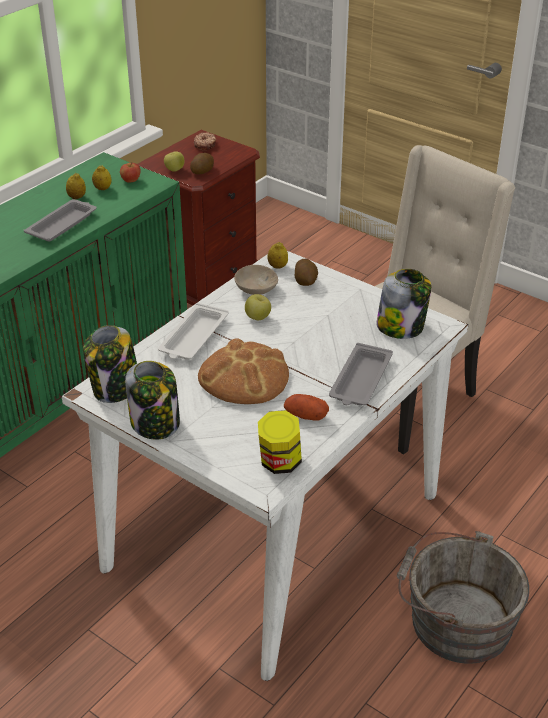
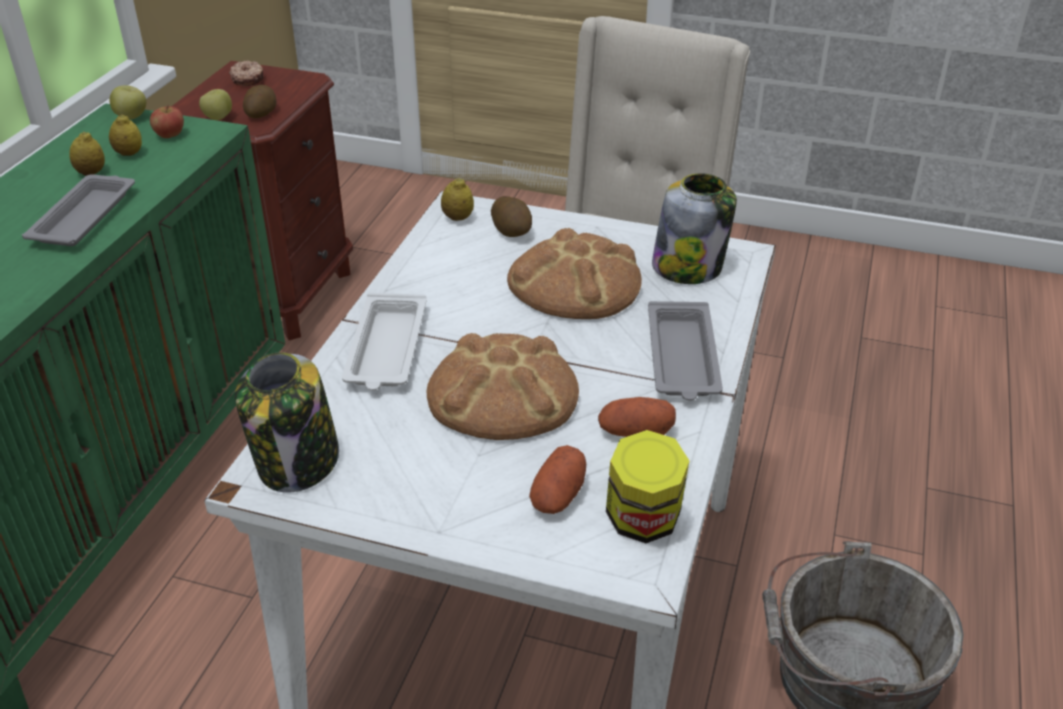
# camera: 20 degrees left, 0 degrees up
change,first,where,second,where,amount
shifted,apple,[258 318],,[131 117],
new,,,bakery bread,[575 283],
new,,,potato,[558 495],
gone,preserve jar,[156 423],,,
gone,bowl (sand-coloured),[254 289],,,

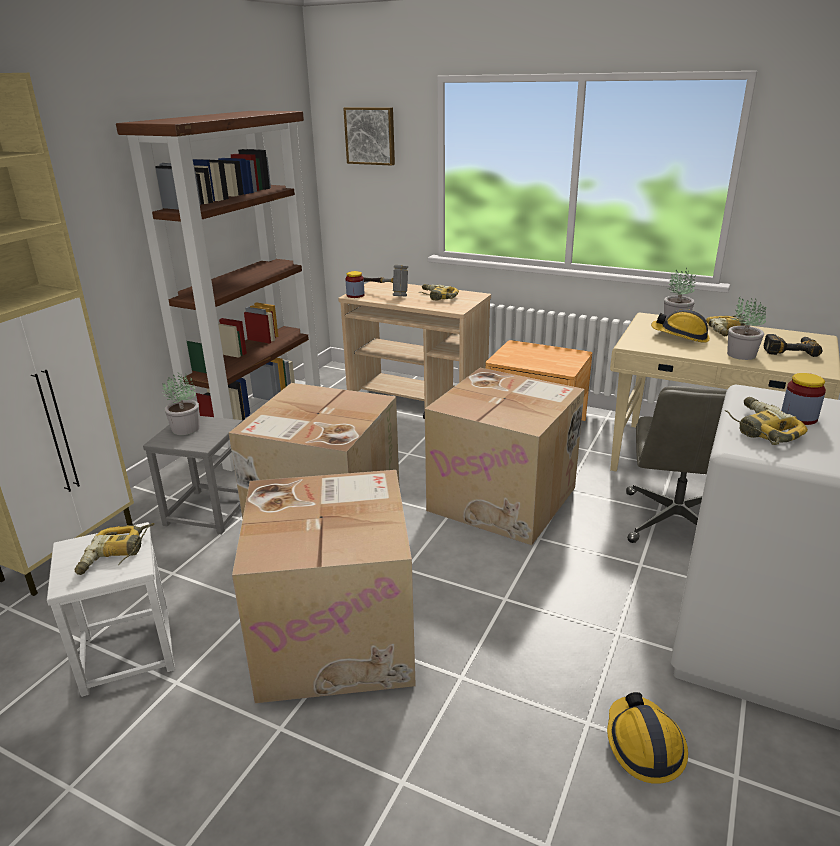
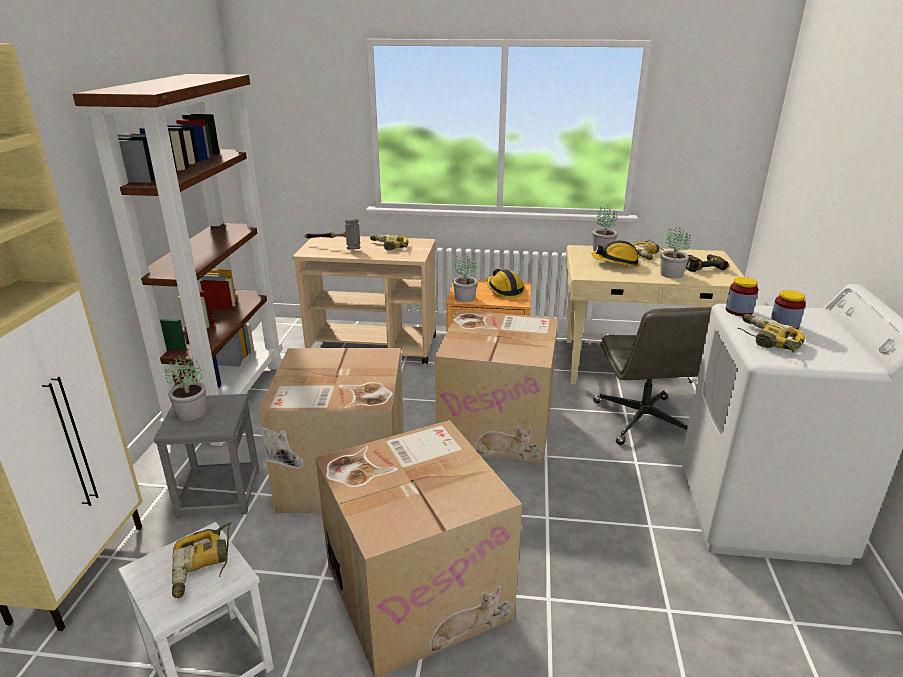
# camera: 20 degrees left, 0 degrees up
change,first,where,second,where,amount
new,,,houseplant,[464 298],
shifted,work helmet,[643 744],,[504 290],
shifted,preserve jar,[355 295],,[739 311],
gone,wall art,[370 136],,,

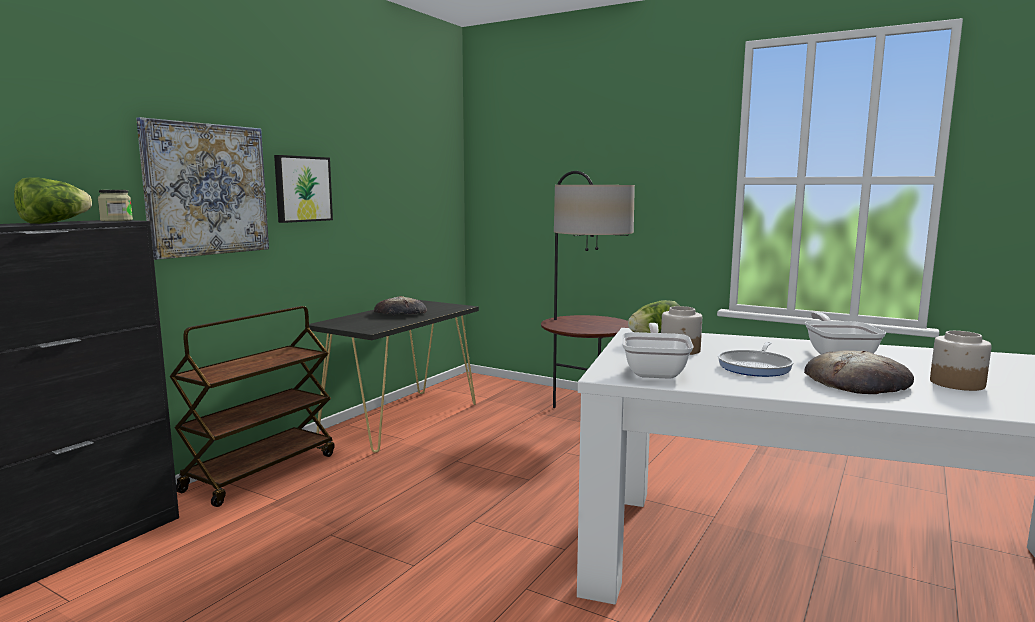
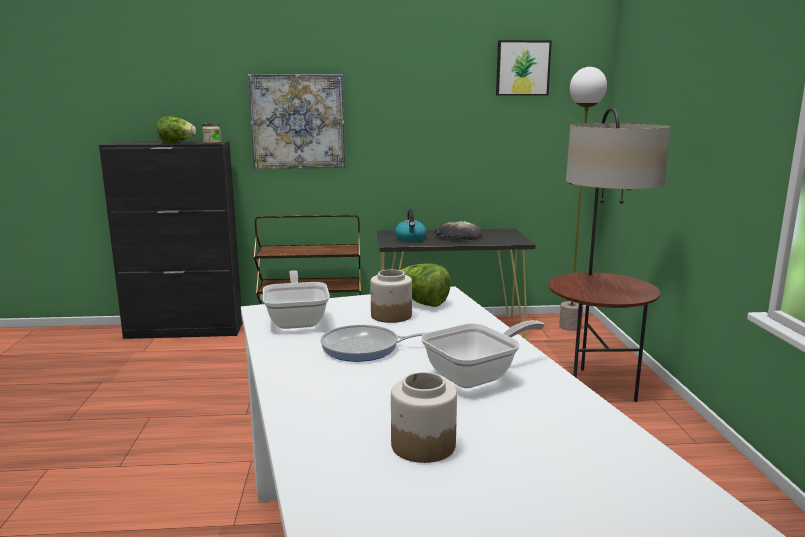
# camera: 55 degrees right, 5 degrees up
change,first,where,second,where,amount
rotated,skillet,[655 371],,[297 320],75 degrees counterclockwise
new,,,kettle,[410 239],
shifted,wall art,[302 189],,[522 68],
new,,,standard lamp,[570 326],
gone,bakery bread,[857 381],,,

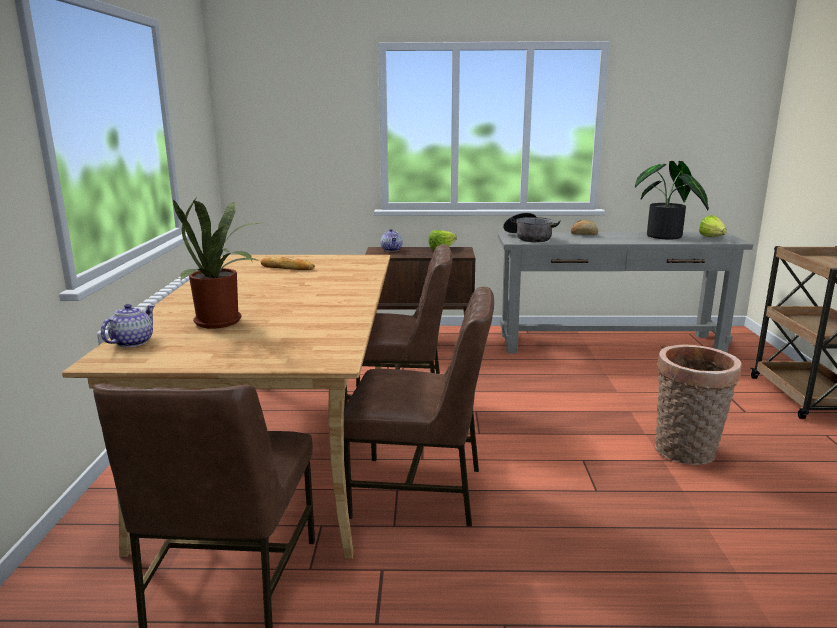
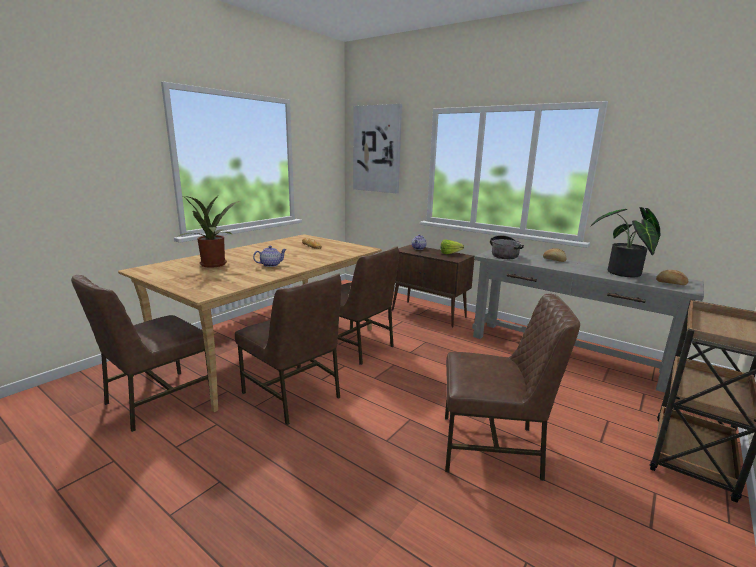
# camera: 35 degrees right, 0 degrees up
change,first,where,second,where,amount
shifted,teapot,[132 342],,[271 265],
new,,,wall art,[377 149],
swapped,basket,[686 453],upright chair (brownish),[492 447],
swapped,head of lettuce,[713 238],bakery bread,[671 283],

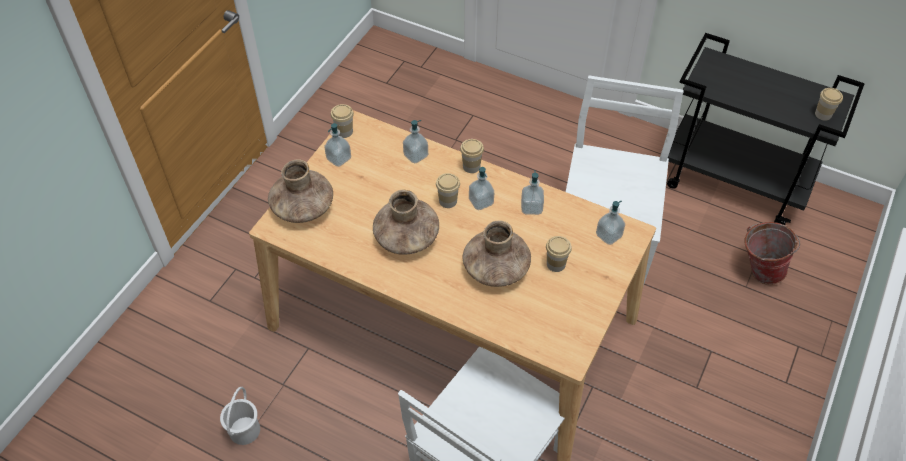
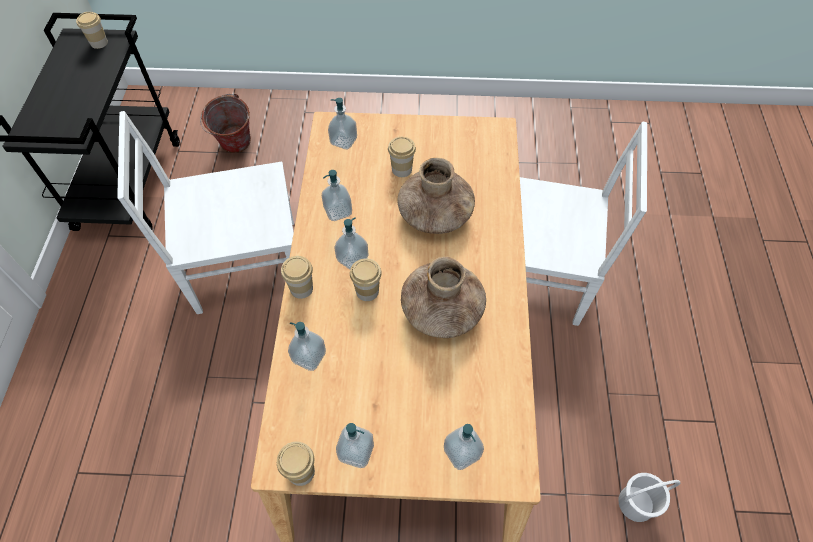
# camera: 115 degrees left, 5 degrees up
change,first,where,second,where,amount
swapped,decorative vase (brownish),[303 207],soap bottle,[462 452],

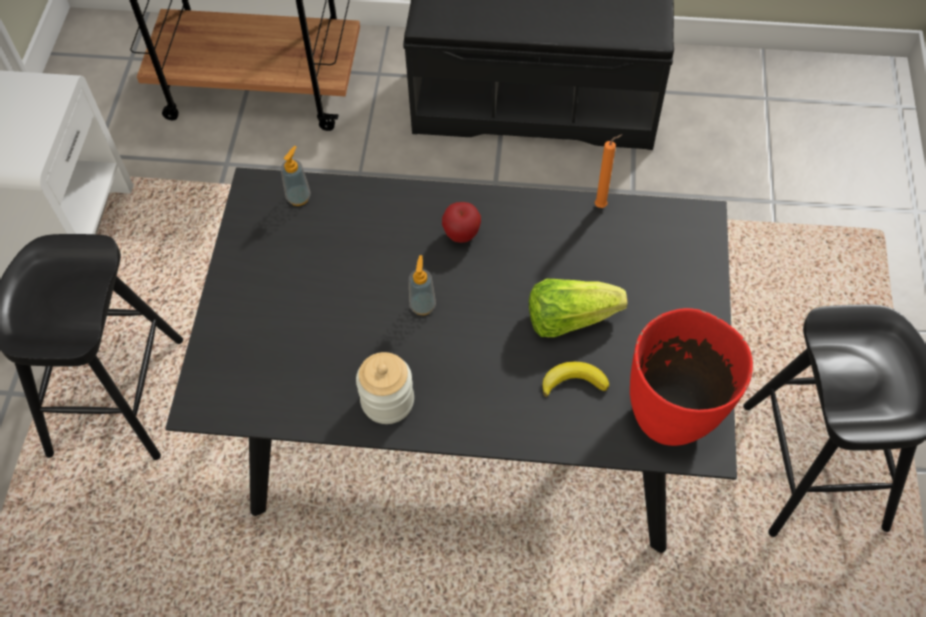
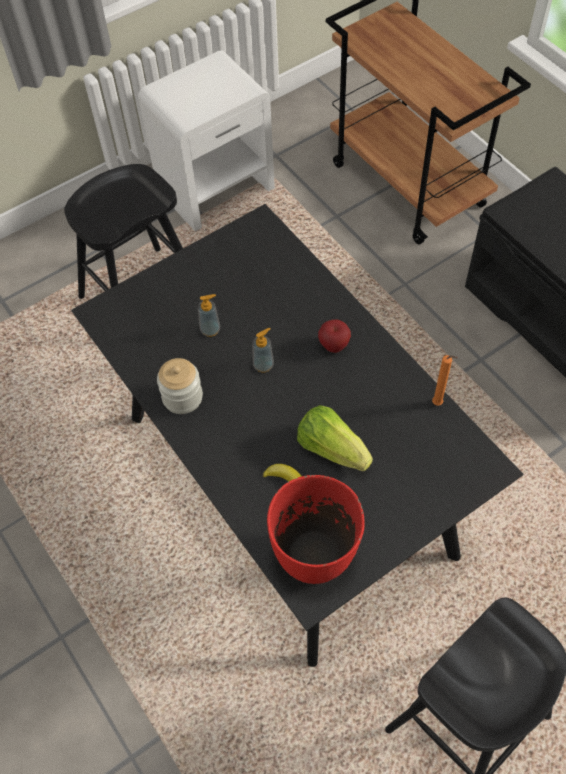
# camera: 50 degrees right, 0 degrees up
change,first,where,second,where,amount
shifted,soap bottle,[298 197],,[210 329],

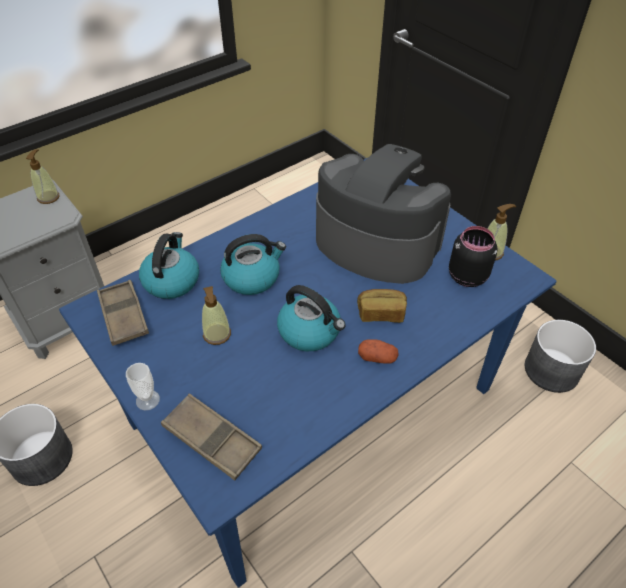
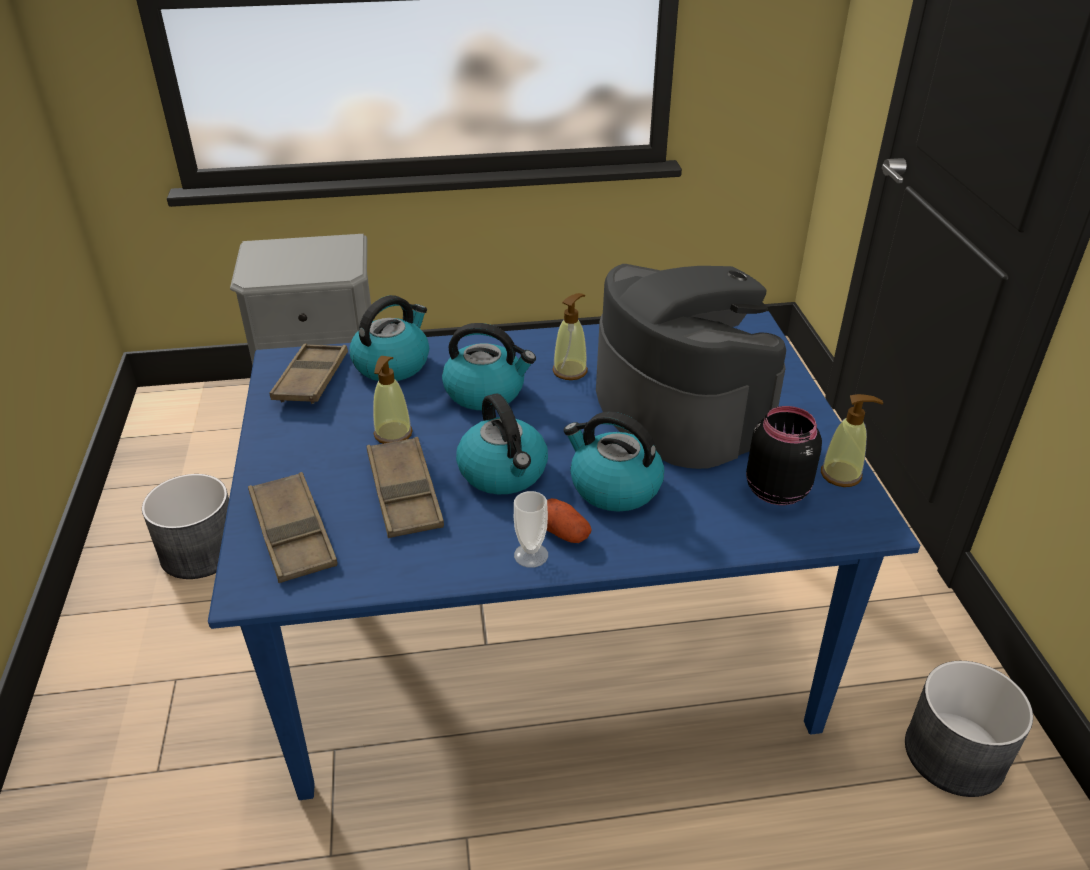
# camera: 30 degrees right, 10 degrees down
change,first,where,second,where,amount
new,,,carrying tray (brownish),[405 493],
shifted,drinking cup,[147 400],,[531 555],
shifted,soap bottle,[48 197],,[570 371],
swapped,bakery bread,[381 313],kettle,[613 487],

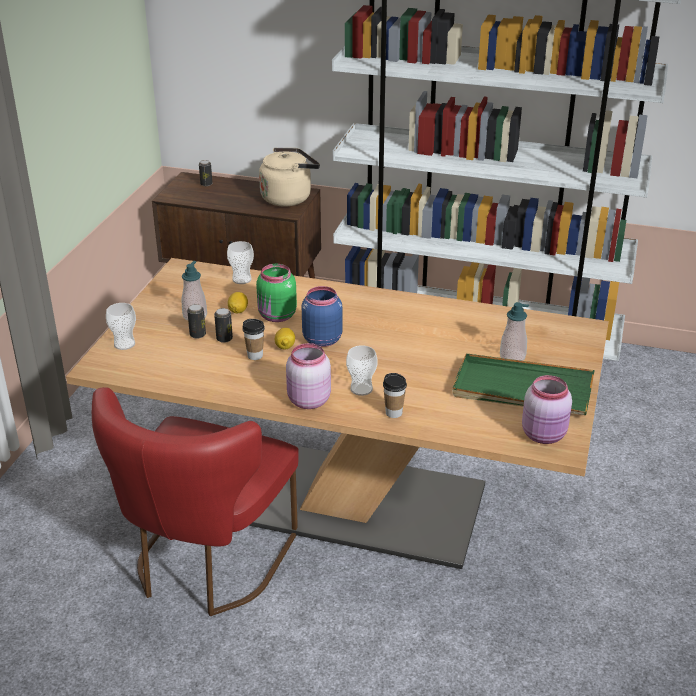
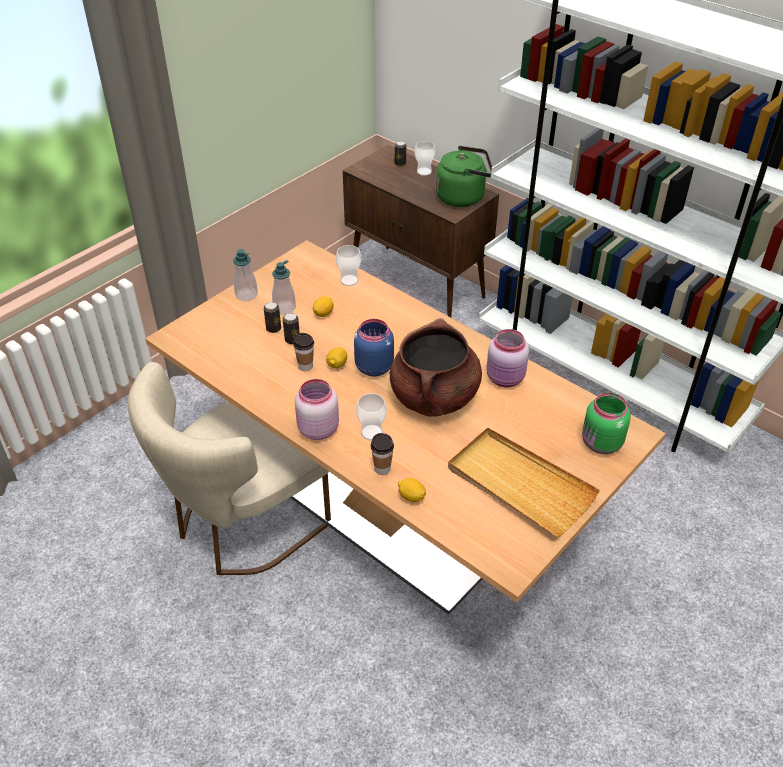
# camera: 25 degrees right, 10 degrees up
change,first,where,second,where,amount
repainted,upright chair (reddish),[206 565],upright chair (sand-coloured),[241 526],
shifted,soap bottle,[512 356],,[246 294],
new,,,stockpot (brownish),[434 397],
new,,,lemon,[411 497],
shifted,drinking cup,[124 344],,[424 171],
repainted,kettle (sand-coloured),[288 197],kettle (green),[463 197],
repainted,carrying tray (green),[522 389],carrying tray (sand-coloured),[519 484],
shifted,preserve jar (pink),[545 435],,[506 379],
shifted,preserve jar (green),[277 316],,[600 444],

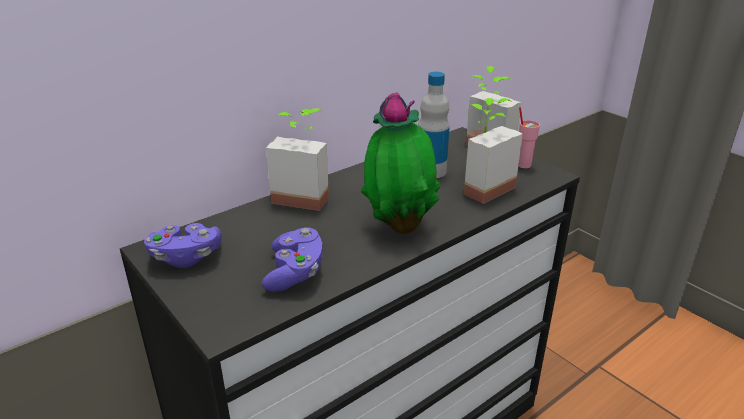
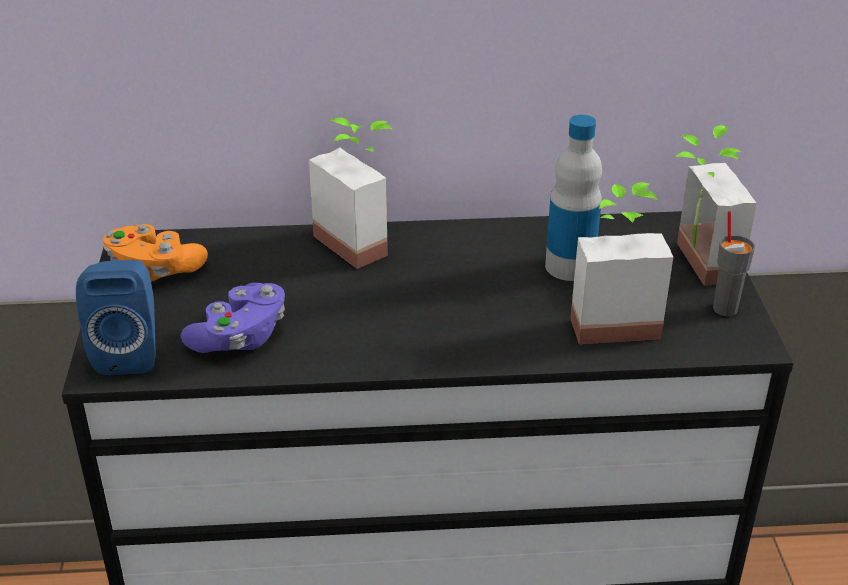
# camera: 35 degrees right, 5 degrees up
change,first,where,second,where,amount
new,,,loudspeaker (blue),[130 352],
repainted,joypad (purple-coloured),[186 257],joypad (orange),[155 270],
repainted,drinking cup (pink),[523 165],drinking cup (greyish),[725 308],
gone,houseplant,[400 227],,,

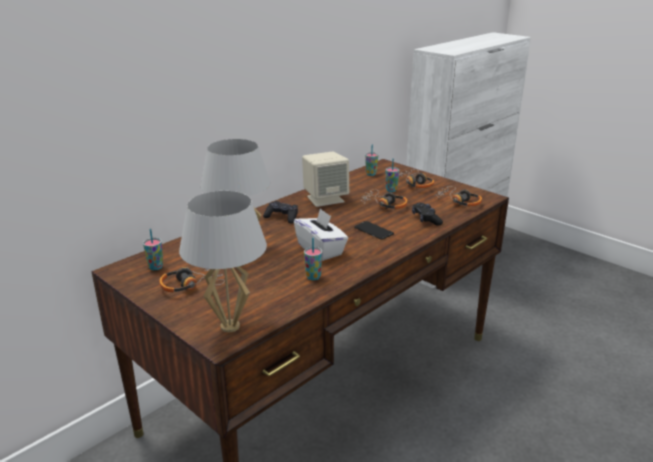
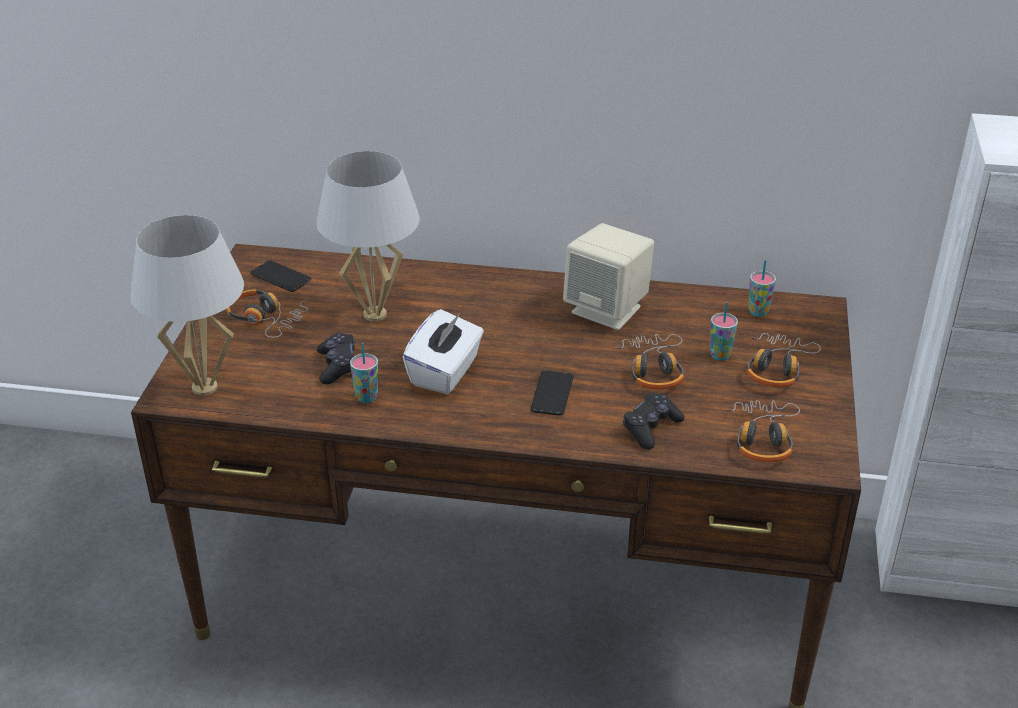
# camera: 55 degrees right, 10 degrees up
change,first,where,second,where,amount
swapped,drinking cup,[155 267],telephone,[280 277],
shifted,joypad (black),[282 217],,[338 366],

